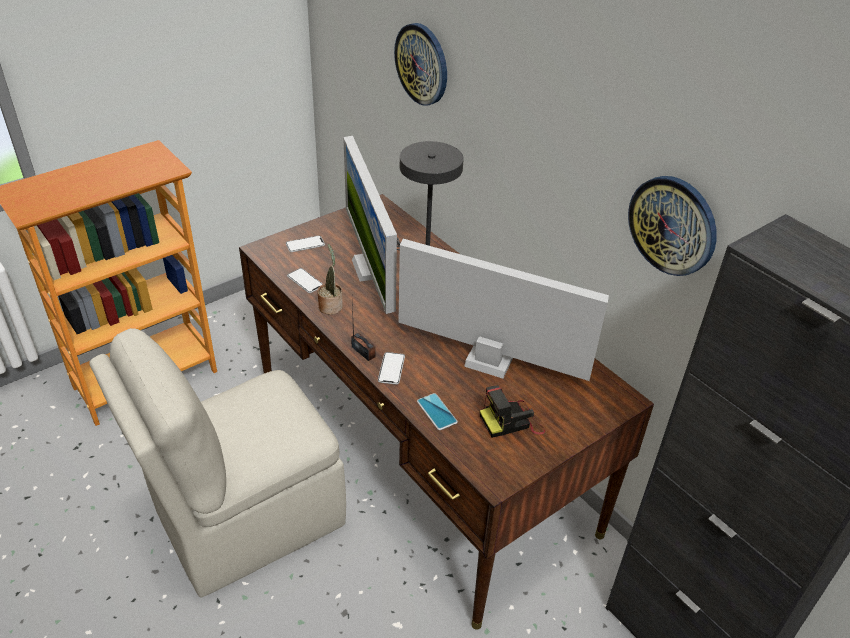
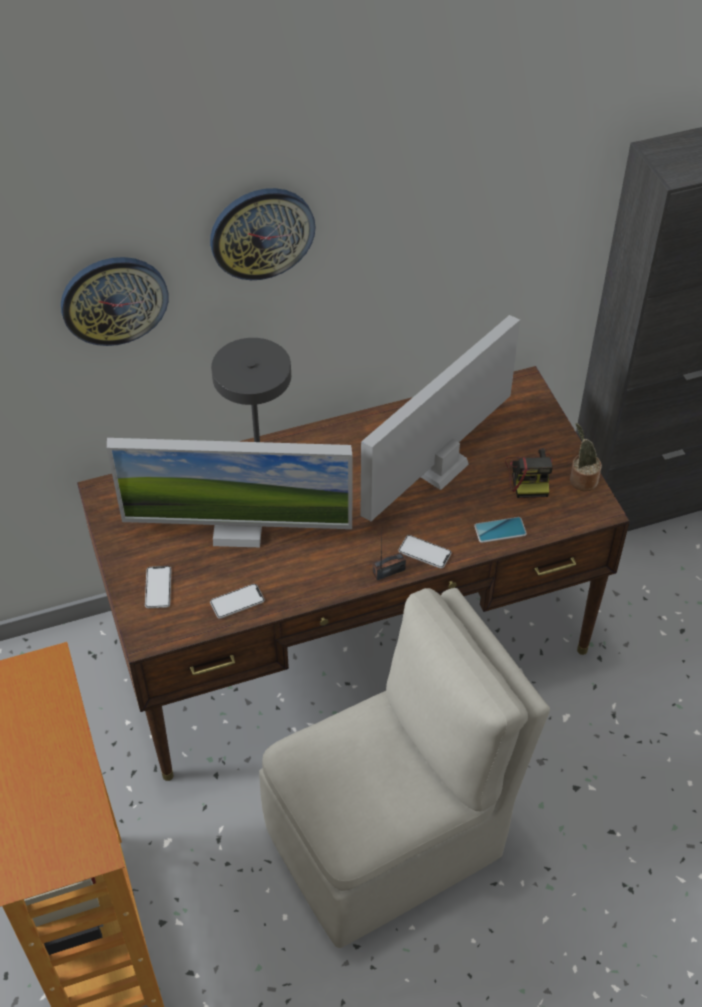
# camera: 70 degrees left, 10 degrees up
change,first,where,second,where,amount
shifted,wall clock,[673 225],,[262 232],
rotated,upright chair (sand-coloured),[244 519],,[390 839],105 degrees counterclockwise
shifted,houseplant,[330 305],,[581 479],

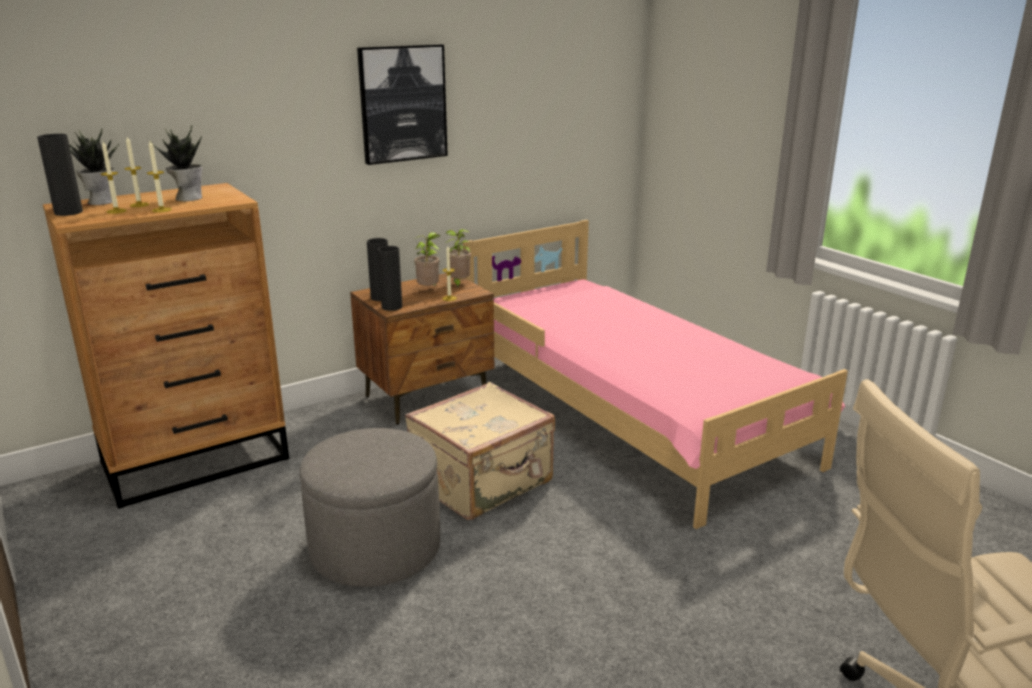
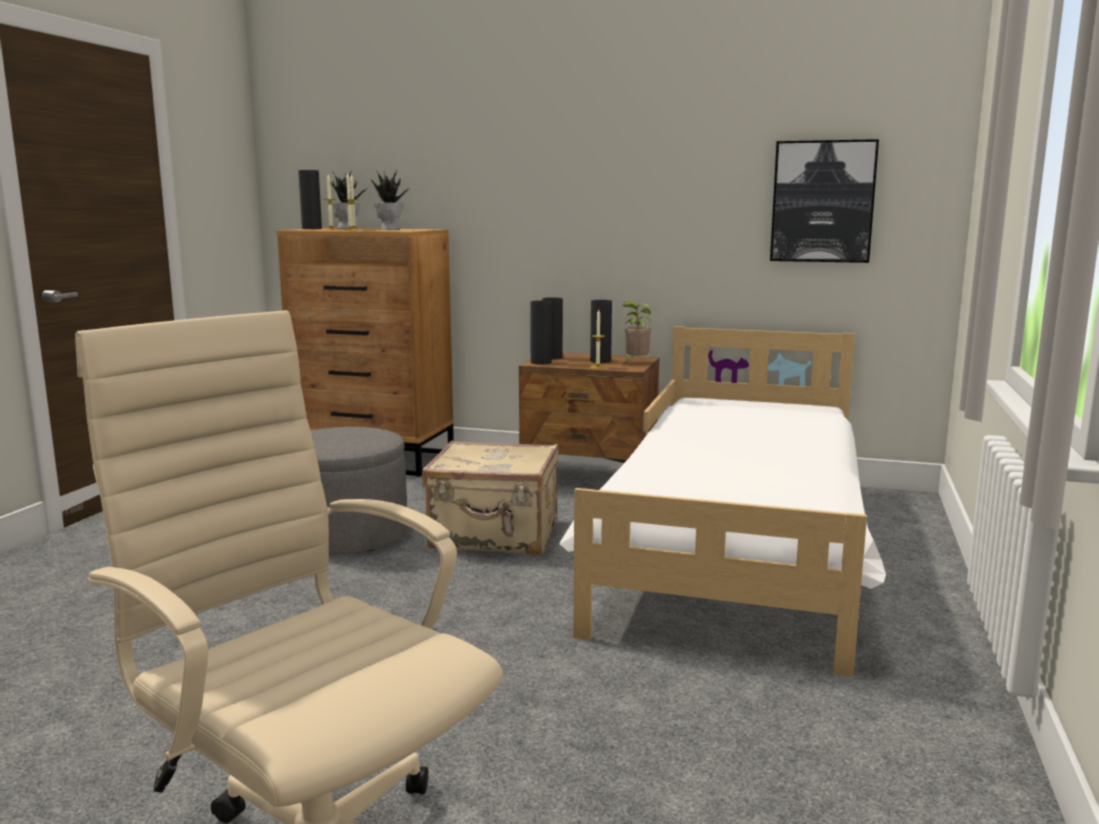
# camera: 50 degrees right, 10 degrees down
change,first,where,second,where,amount
repainted,bed (pink),[630 412],bed (whitish),[738 548],
swapped,houseplant,[429 290],decorative vase (black),[600 361],
shifted,wall art,[402 103],,[822 202],

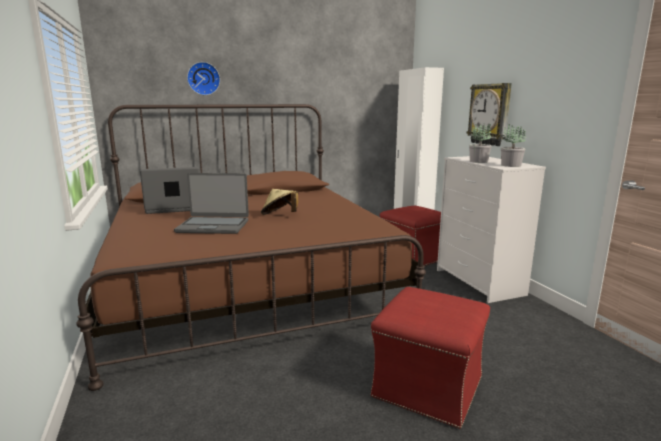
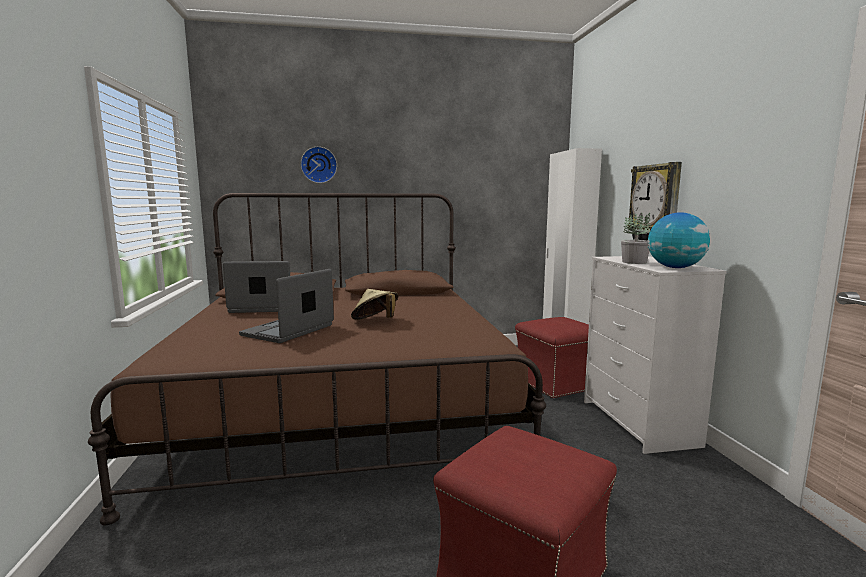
# camera: 10 degrees right, 5 degrees down
change,first,where,second,where,amount
rotated,portable computer,[213 226],,[289 330],105 degrees clockwise
swapped,houseplant,[510 165],desk globe,[675 267],

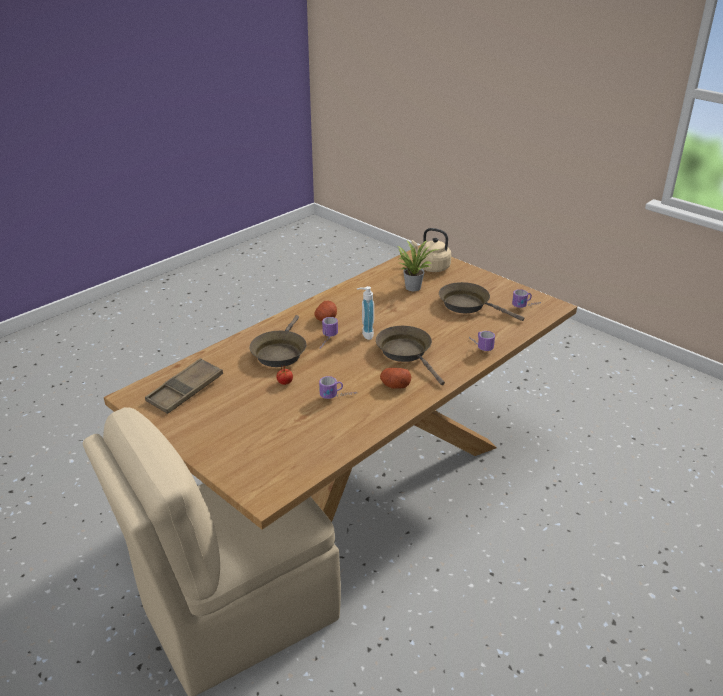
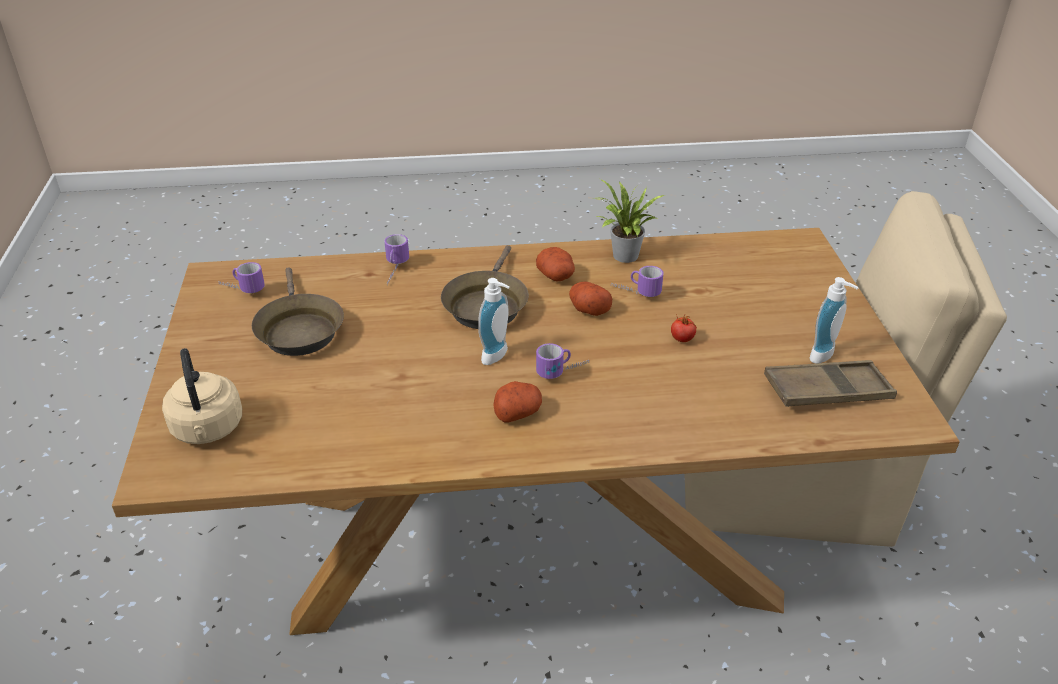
# camera: 140 degrees left, 5 degrees up
change,first,where,second,where,amount
new,,,potato,[588 309],
shifted,houseplant,[413 286],,[623 257],
new,,,soap bottle,[825 356],
gone,skillet (brownish),[279 352],,,

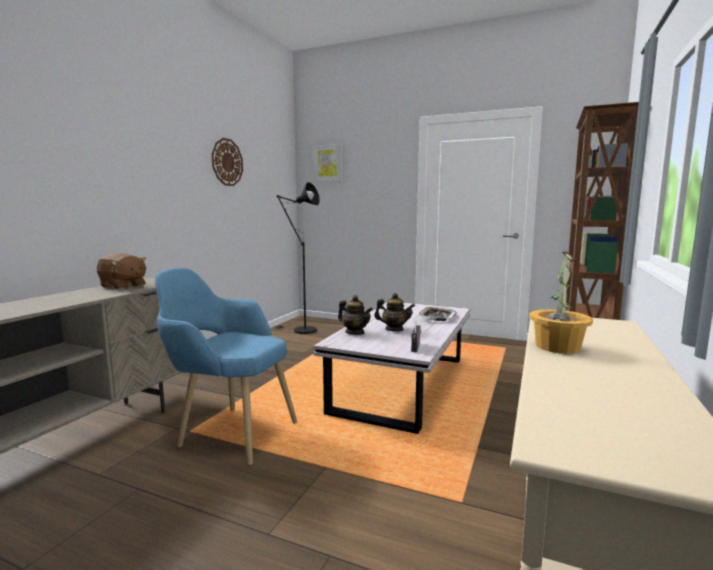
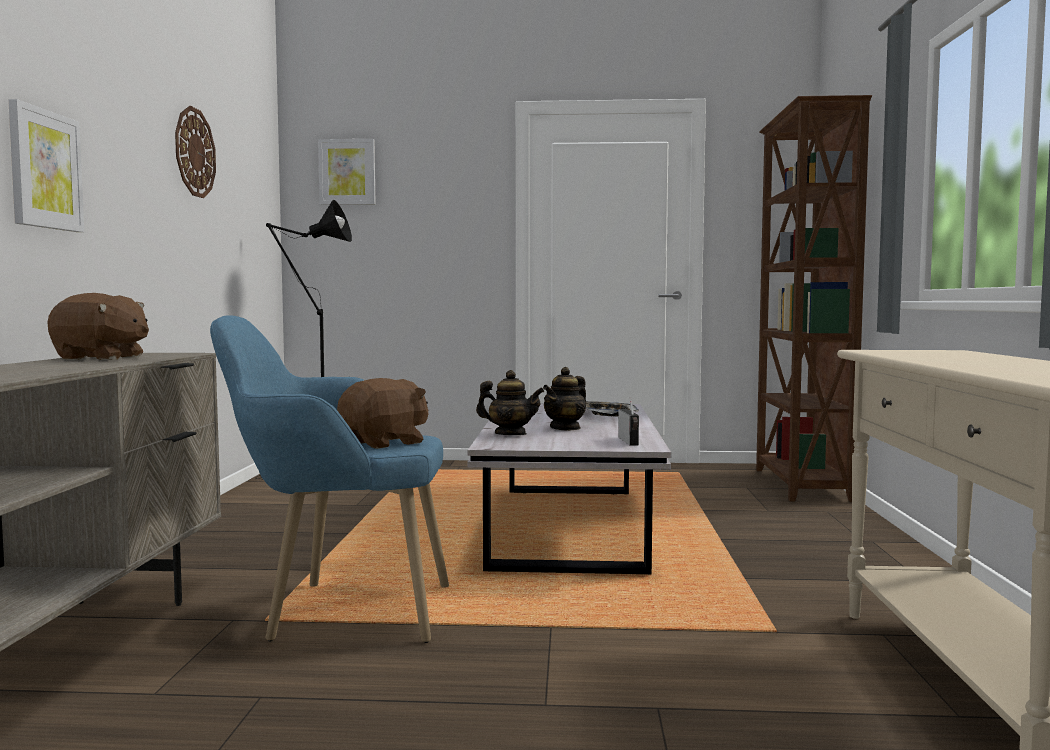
# camera: 20 degrees left, 5 degrees down
change,first,where,second,where,amount
new,,,wall art,[44 170],
new,,,plush toy (brownish),[385 443],
rotated,teapot,[394 329],,[565 428],135 degrees clockwise
gone,houseplant,[557 346],,,

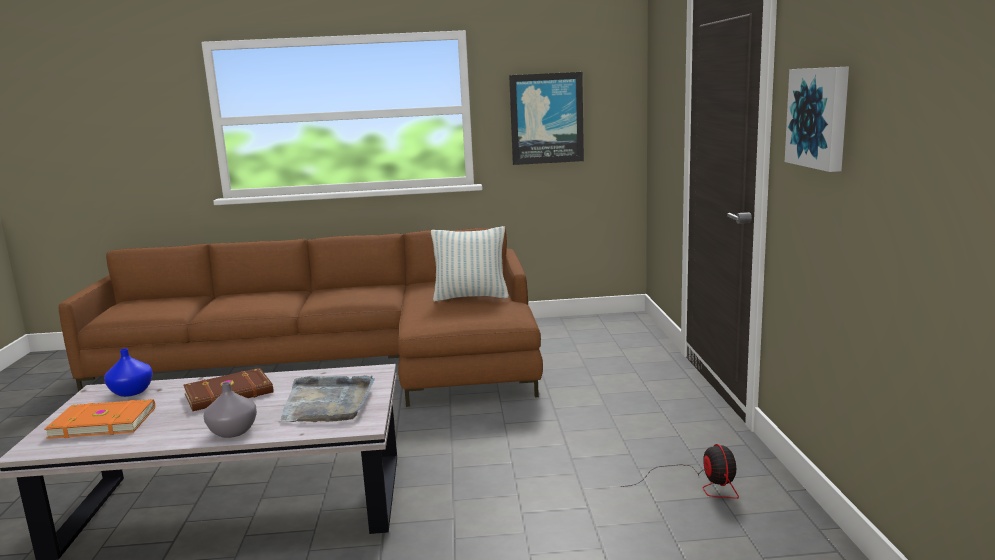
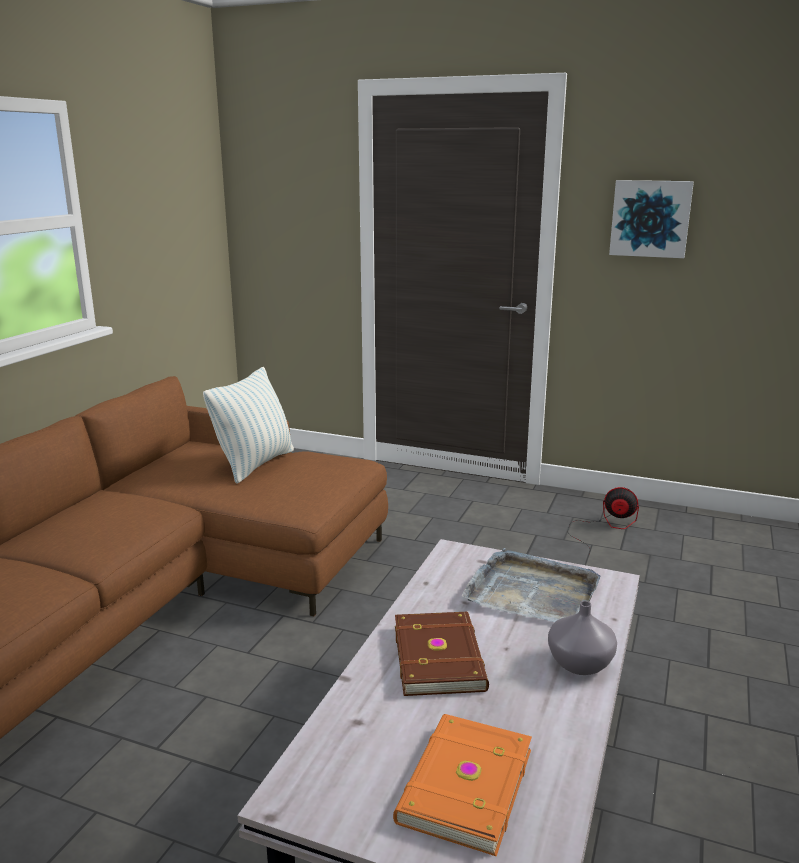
# camera: 65 degrees left, 5 degrees up
change,first,where,second,where,amount
gone,decorative vase (blue),[131 391],,,
gone,wall art,[546 118],,,

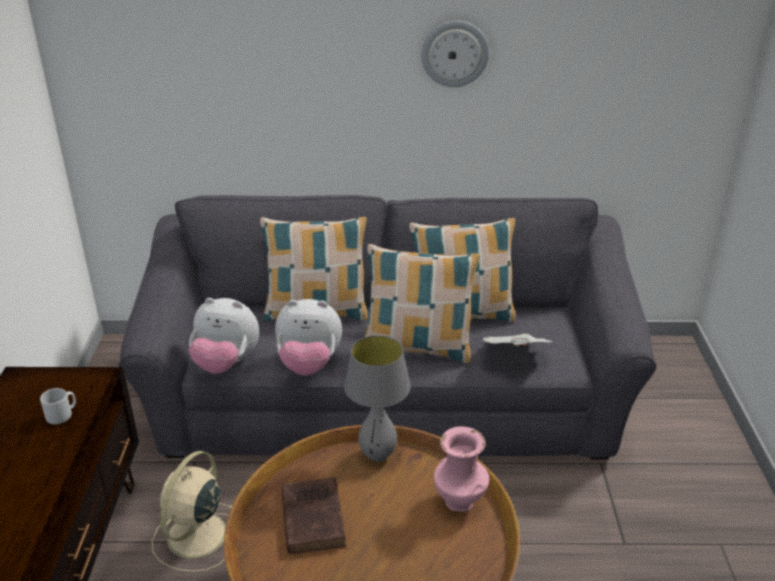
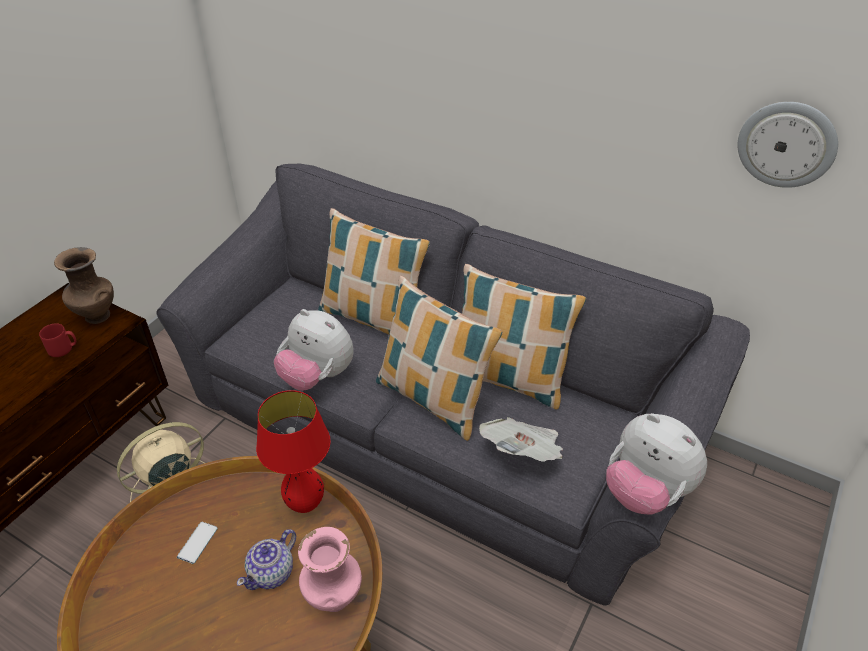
# camera: 30 degrees right, 10 degrees up
change,first,where,second,where,amount
repainted,mug (greyish),[62 415],mug (reddish),[63 349],
new,,,decorative vase (brownish),[96 316],
swapped,volume (brownish),[312 517],telephone,[197 542],
new,,,teapot,[272 572],
repainted,lamp for a table (greyish),[377 455],lamp for a table (reddish),[305 504],
shifted,plush toy,[226 363],,[645 491],
shifted,wall clock,[454 53],,[786 144],

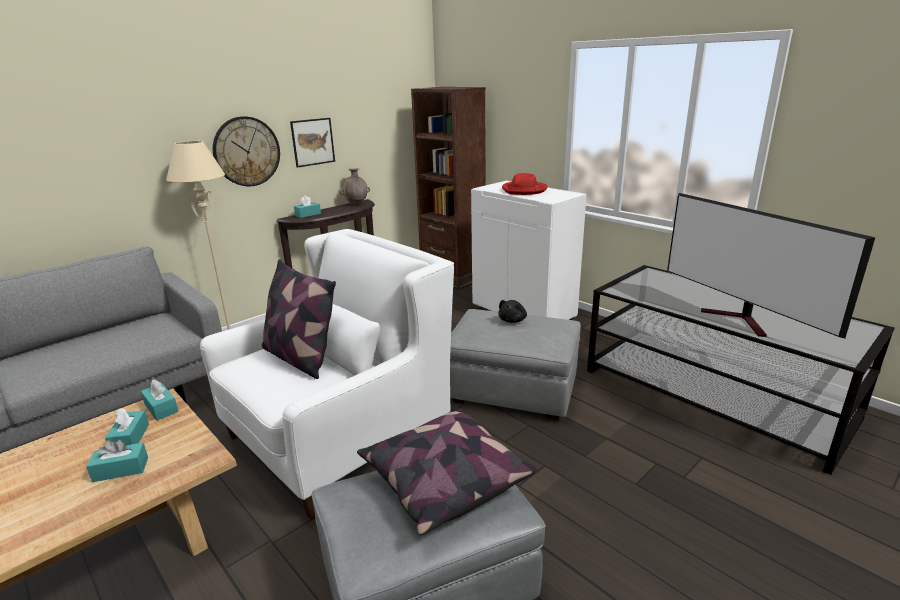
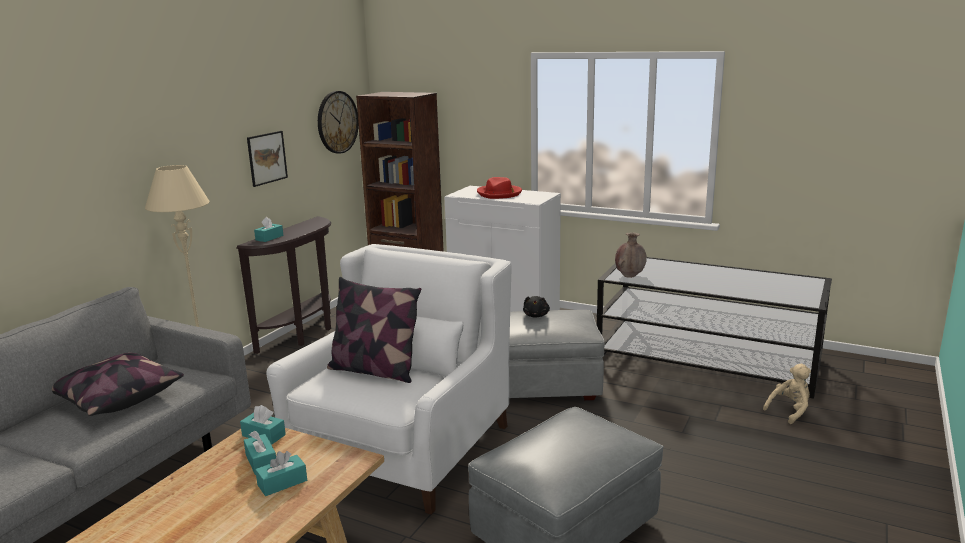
# camera: 20 degrees left, 5 degrees down
change,first,where,second,where,amount
shifted,cushion,[443 481],,[116 398],
shifted,wall clock,[246 151],,[337 122],
shifted,decorative vase (brownish),[356 204],,[630 276],
new,,,plush toy (sand-coloured),[790 411],
gone,TV set,[741 321],,,

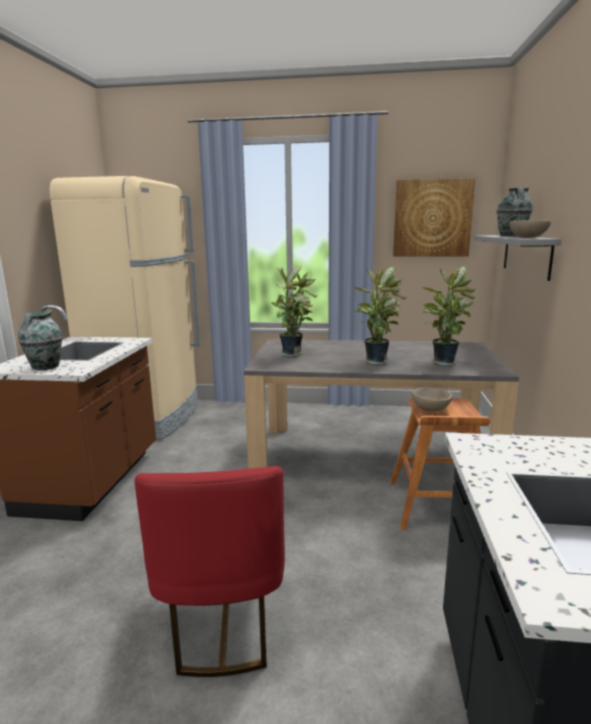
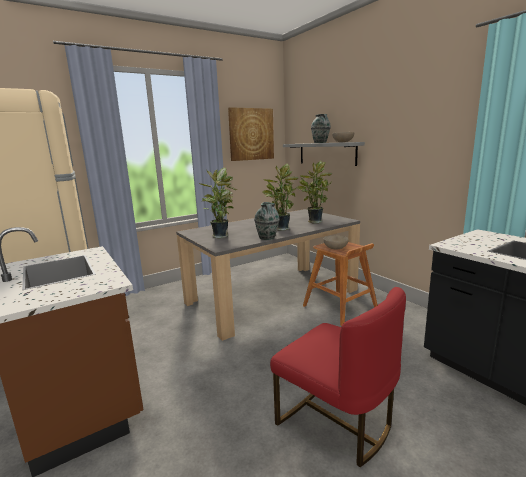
# camera: 40 degrees left, 0 degrees up
change,first,where,second,where,amount
shifted,decorative vase,[45 367],,[267 238],

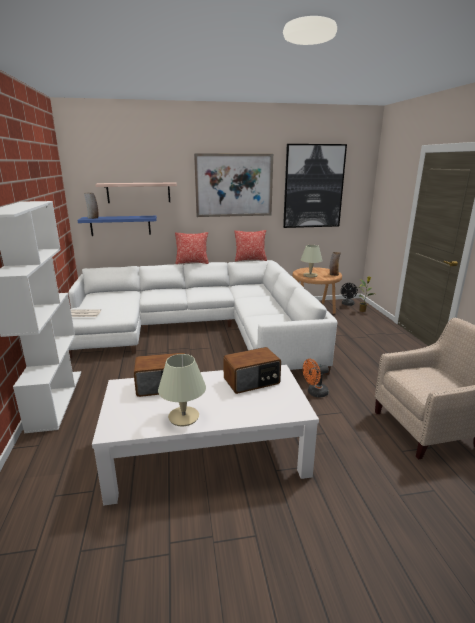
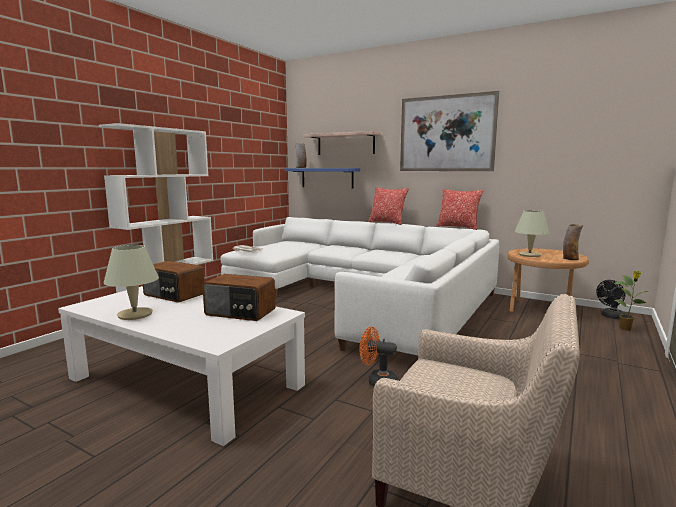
# camera: 40 degrees right, 10 degrees down
change,first,where,second,where,amount
gone,wall art,[313 186],,,

